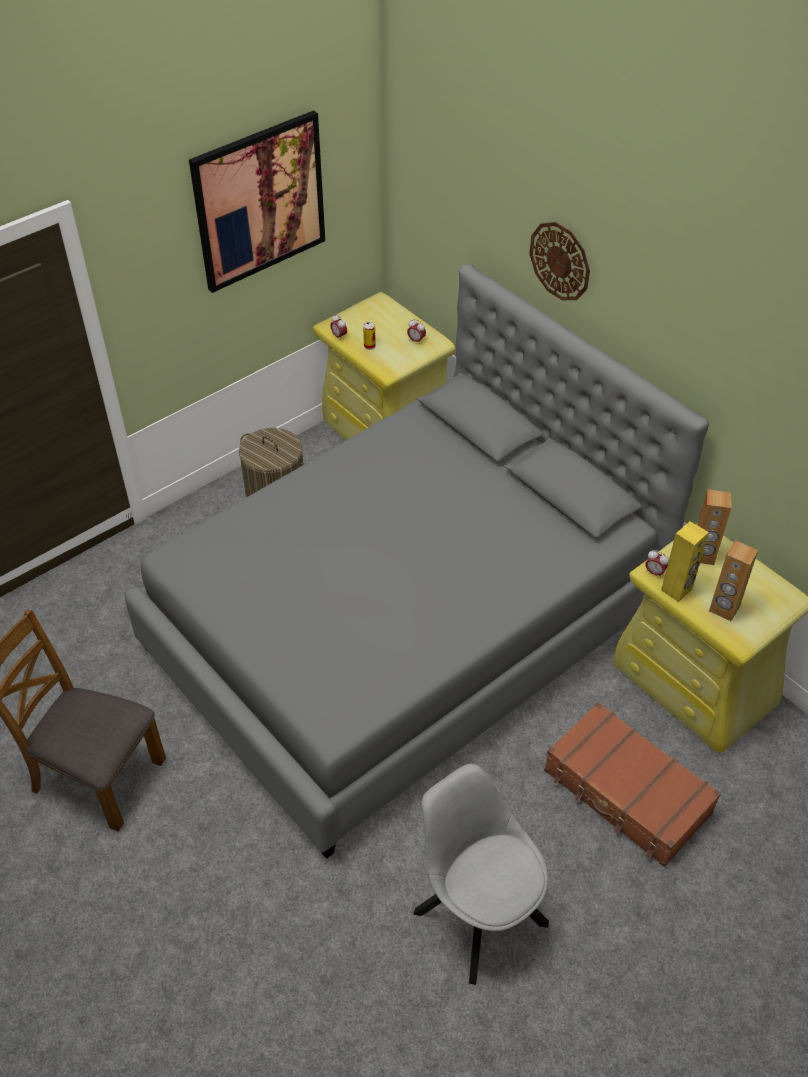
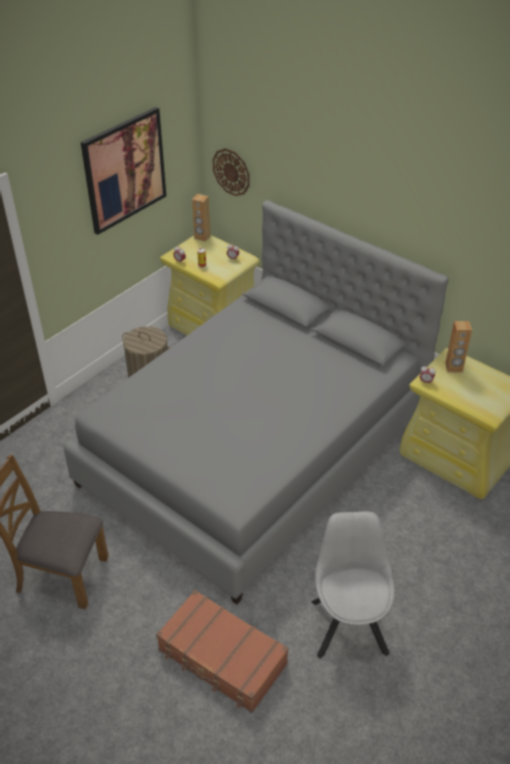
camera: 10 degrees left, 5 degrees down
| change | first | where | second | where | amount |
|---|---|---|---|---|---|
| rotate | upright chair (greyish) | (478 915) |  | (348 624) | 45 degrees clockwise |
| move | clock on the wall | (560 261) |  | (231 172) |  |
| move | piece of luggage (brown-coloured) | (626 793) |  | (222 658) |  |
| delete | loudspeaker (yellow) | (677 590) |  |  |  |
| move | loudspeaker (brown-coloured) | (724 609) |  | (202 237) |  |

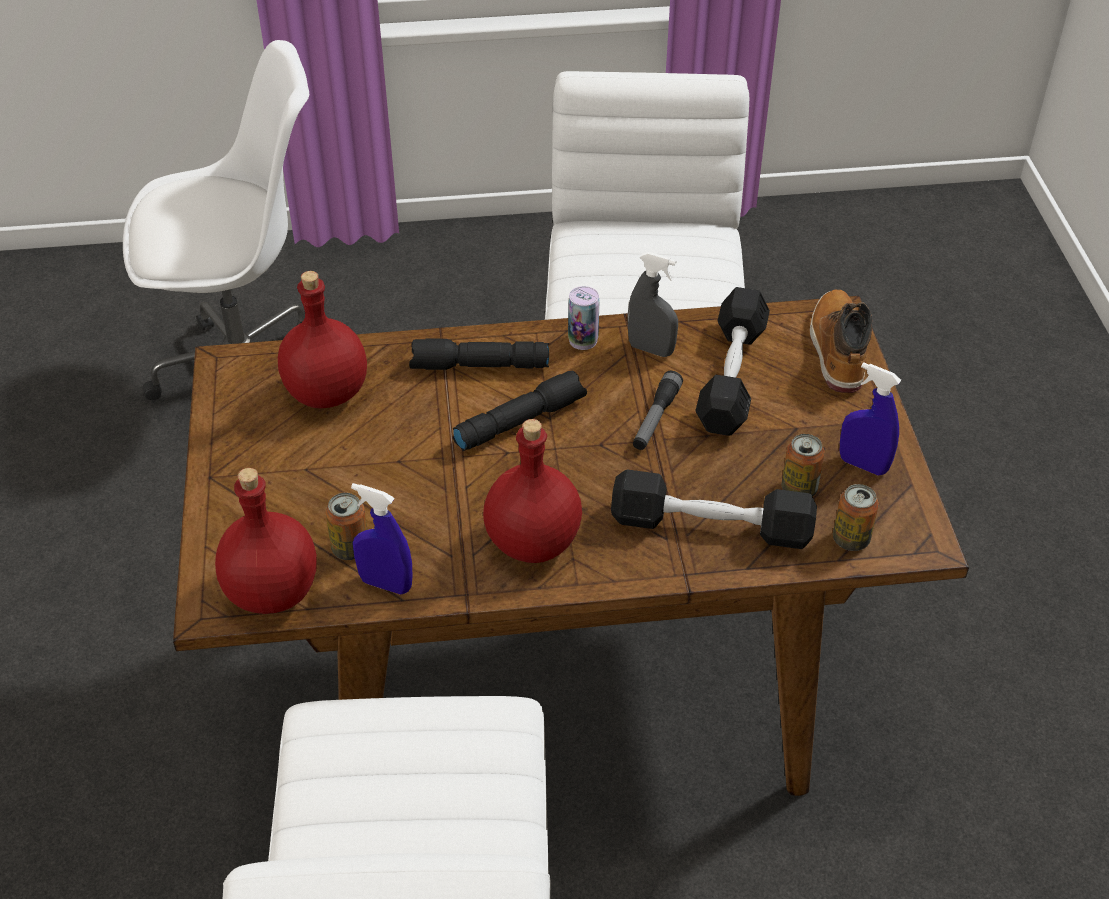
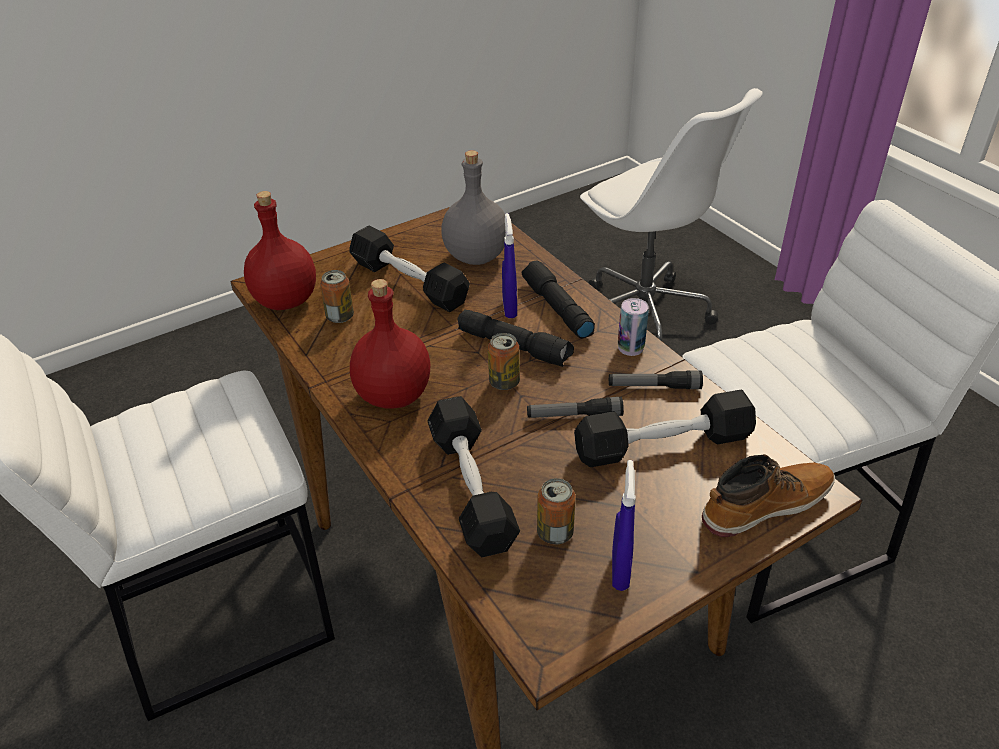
camera: 65 degrees right, 5 degrees down
| change | first | where | second | where | amount |
|---|---|---|---|---|---|
| recolor | beverage bottle (reddish) | (327 394) | beverage bottle (greyish) | (475 257) |  |
| move | hand sprayer (blue-coloured) | (386 584) |  | (509 308) |  |
| replace | hand sprayer (greyish) | (651 349) | hand torch | (654 386) |  |
| move | metal can | (850 539) |  | (504 382) |  |
| insert |  |  | free weight (black-coloured) | (409 282) |  |

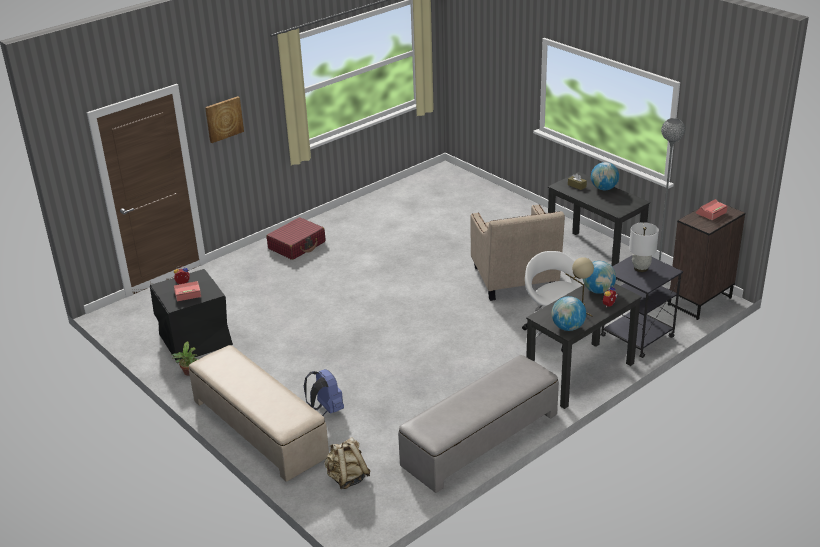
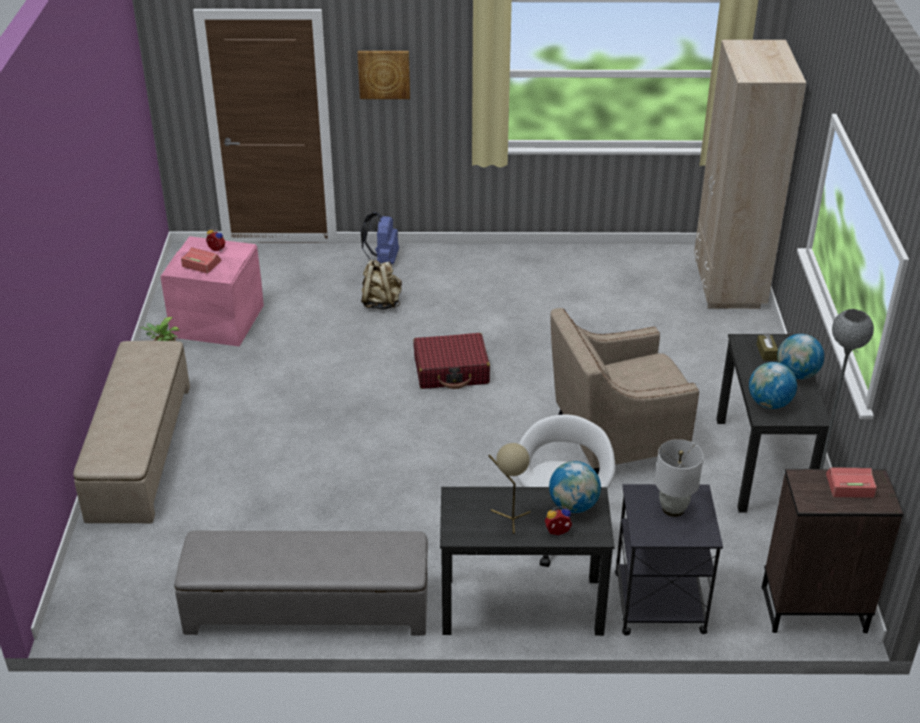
camera: 40 degrees right, 5 degrees up
| change | first | where | second | where | amount |
|---|---|---|---|---|---|
| recolor | storage bin (black-coloured) | (194 339) | storage bin (pinkish) | (217 320) |  |
| move | piece of luggage (reddish) | (297 245) |  | (451 371) |  |
| move | backpack (blue-coloured) | (326 410) |  | (383 260) |  |
| move | backpack (beige) | (347 478) |  | (381 303) |  |
| rotate | armchair (beige) | (514 279) |  | (617 439) | 45 degrees clockwise |
| move | world globe | (568 327) |  | (769 403) |  |
| insert |  |  | wardrobe (beige) | (728 285) |  |

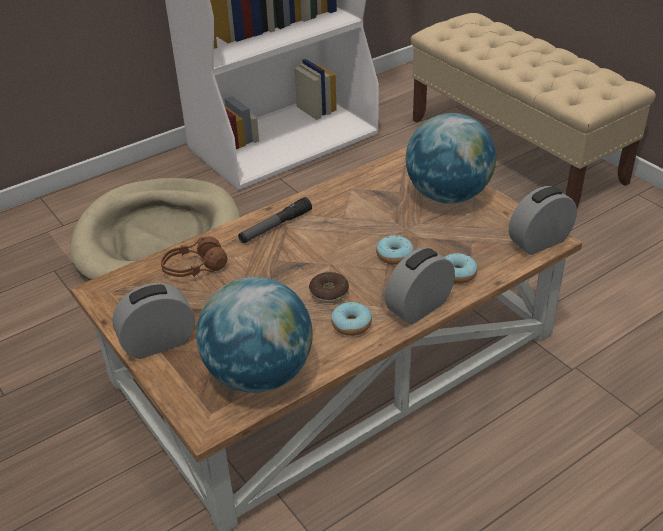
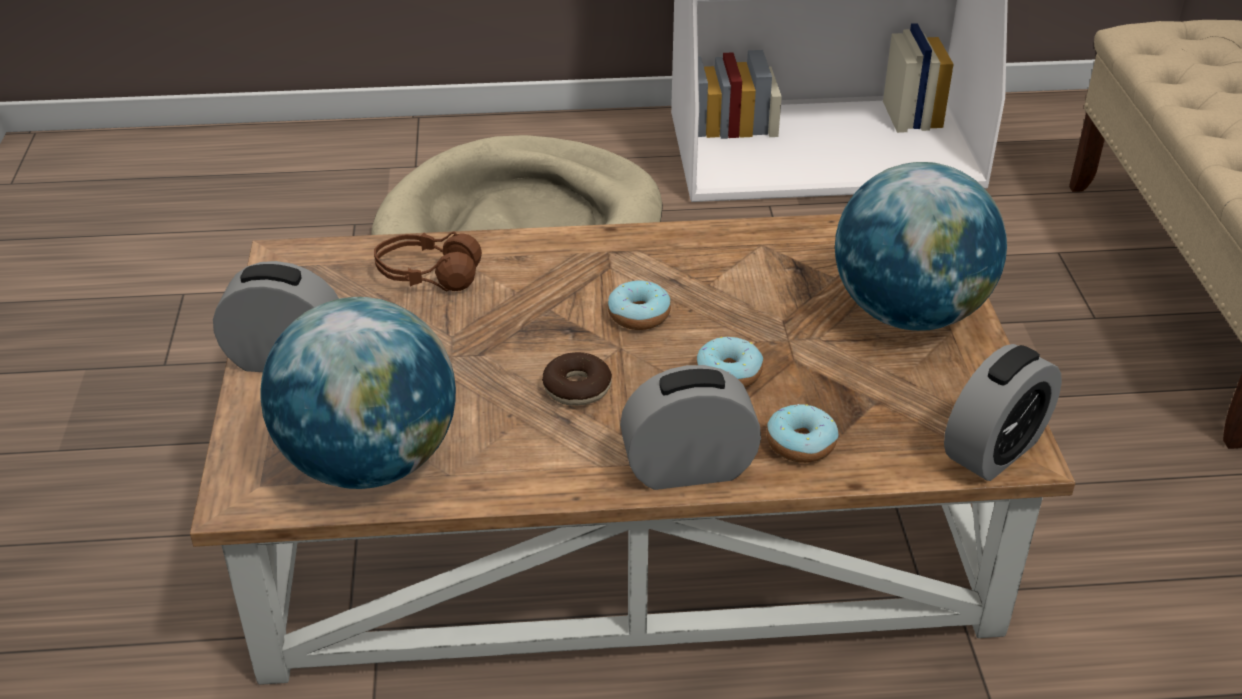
camera: 30 degrees right, 0 degrees up
| change | first | where | second | where | amount |
|---|---|---|---|---|---|
| delete | hand torch | (275 226) |  |  |  |
| move | donut | (351 324) |  | (639 315) |  |
| rotate | bedside clock | (539 242) |  | (994 450) | 135 degrees clockwise |

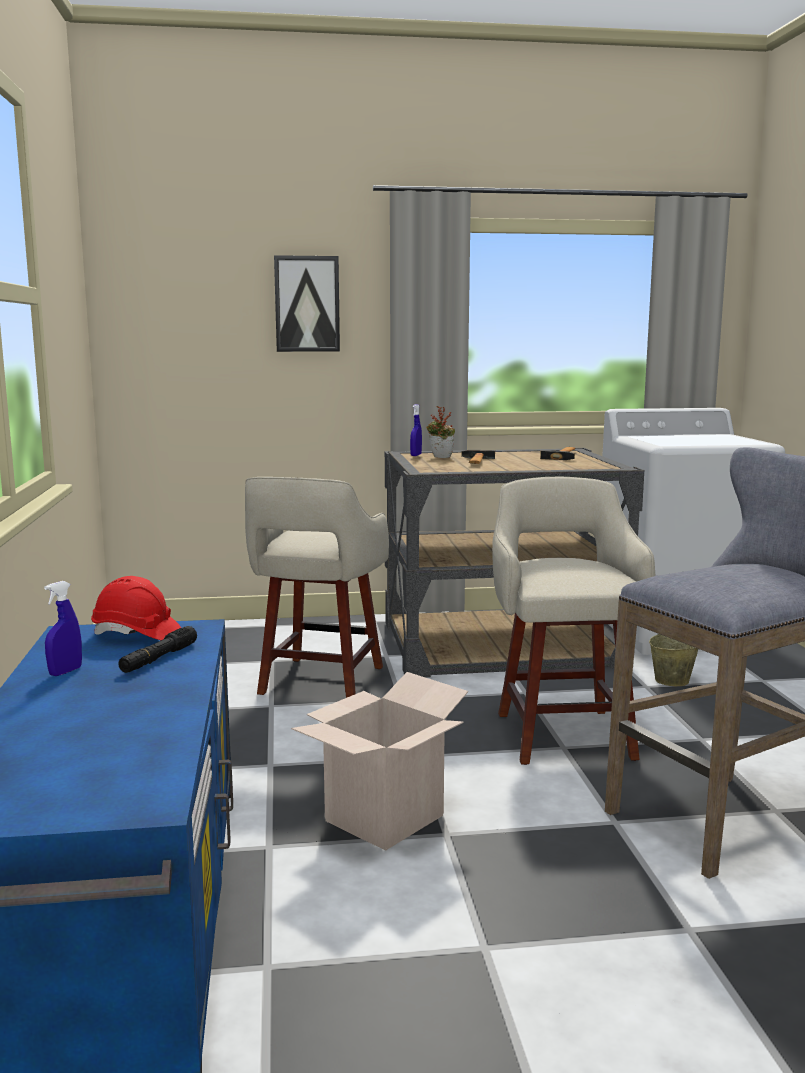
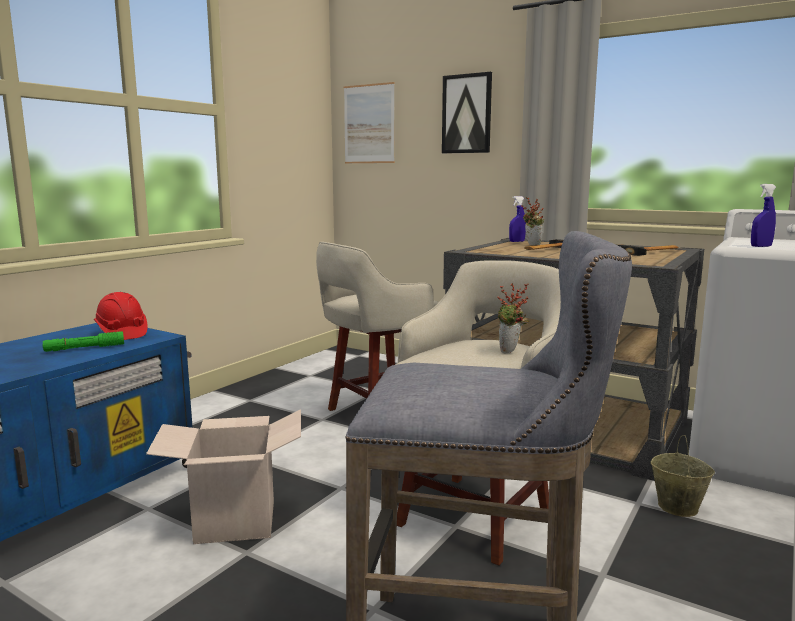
camera: 40 degrees right, 0 degrees up
| change | first | where | second | where | amount |
|---|---|---|---|---|---|
| move | hand sprayer (blue-coloured) | (65 672) |  | (761 246) |  |
| recolor | hand torch (black-coloured) | (159 658) | hand torch (greenish) | (84 348) |  |
| insert |  |  | wall art | (369 124) |  |
| insert |  |  | potted plant | (510 351) |  |

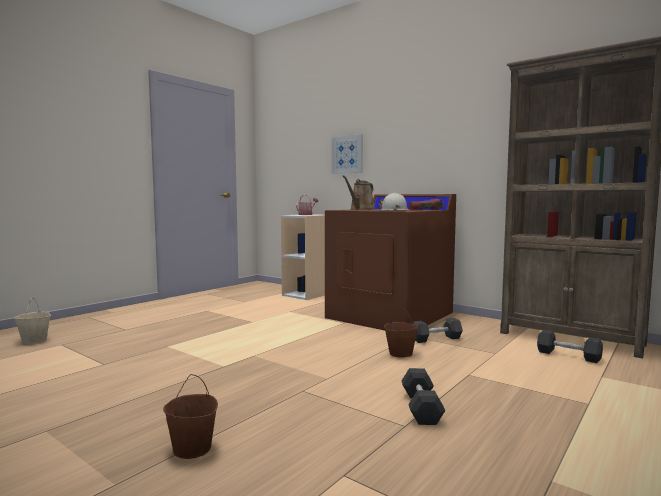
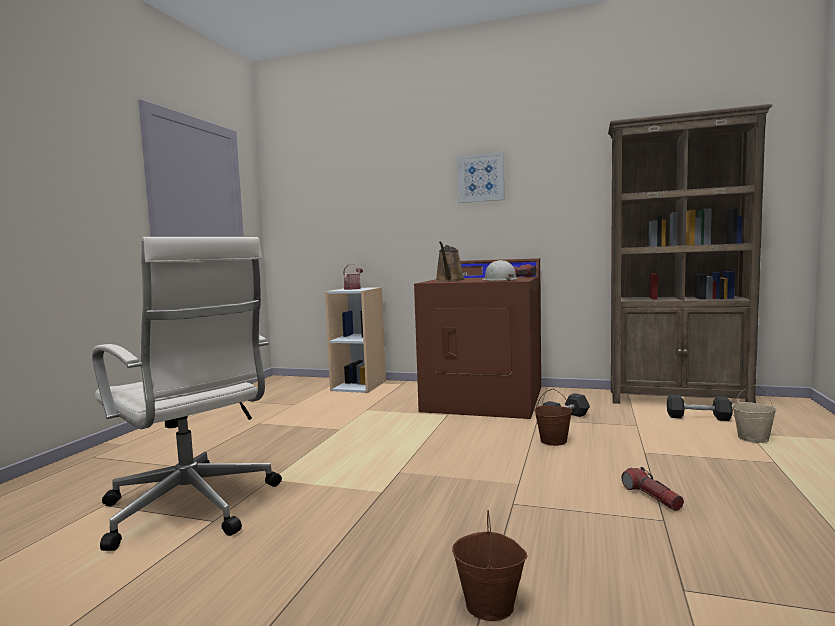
camera: 20 degrees left, 0 degrees up
| change | first | where | second | where | amount |
|---|---|---|---|---|---|
| move | water bucket (beige) | (34 340) |  | (753 438) |  |
| move | wall art | (347 154) |  | (481 178) |  |
| replace | free weight (black-coloured) | (421 408) | hand torch | (651 497) |  |
| insert |  |  | computer chair (white) | (192 508) |  |

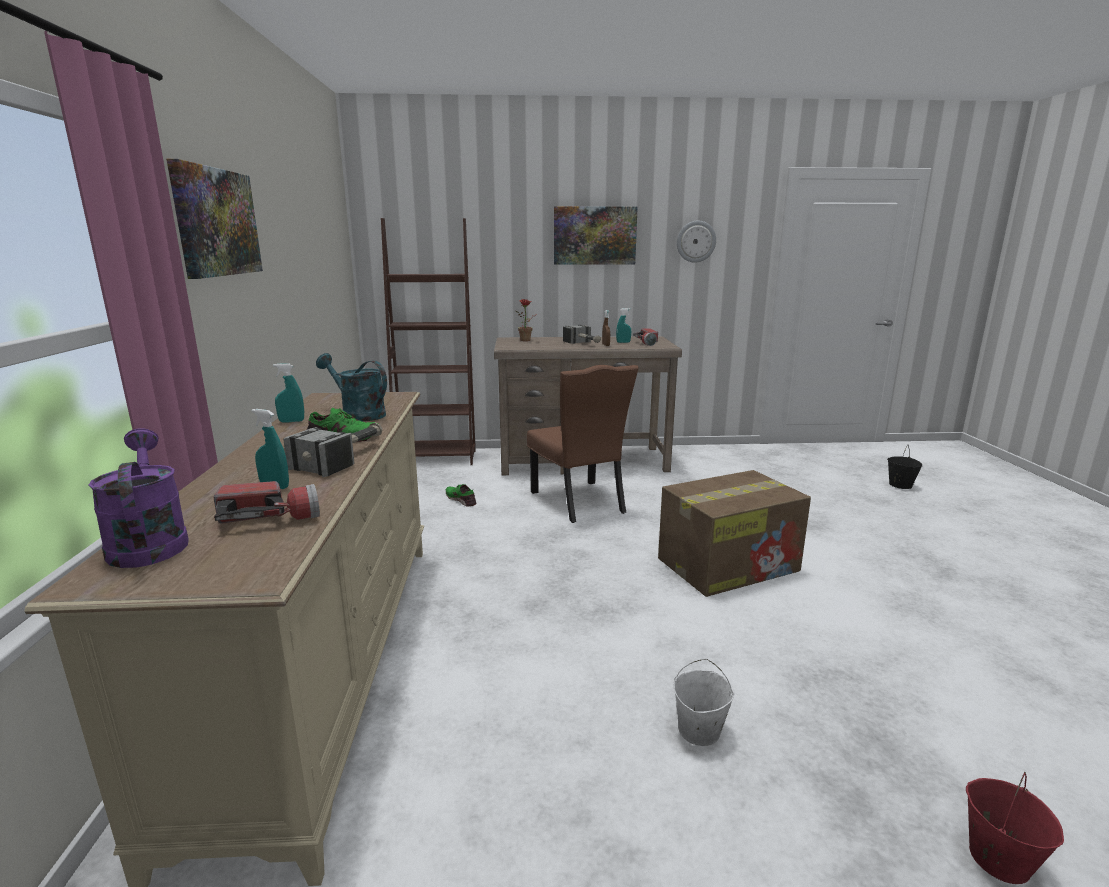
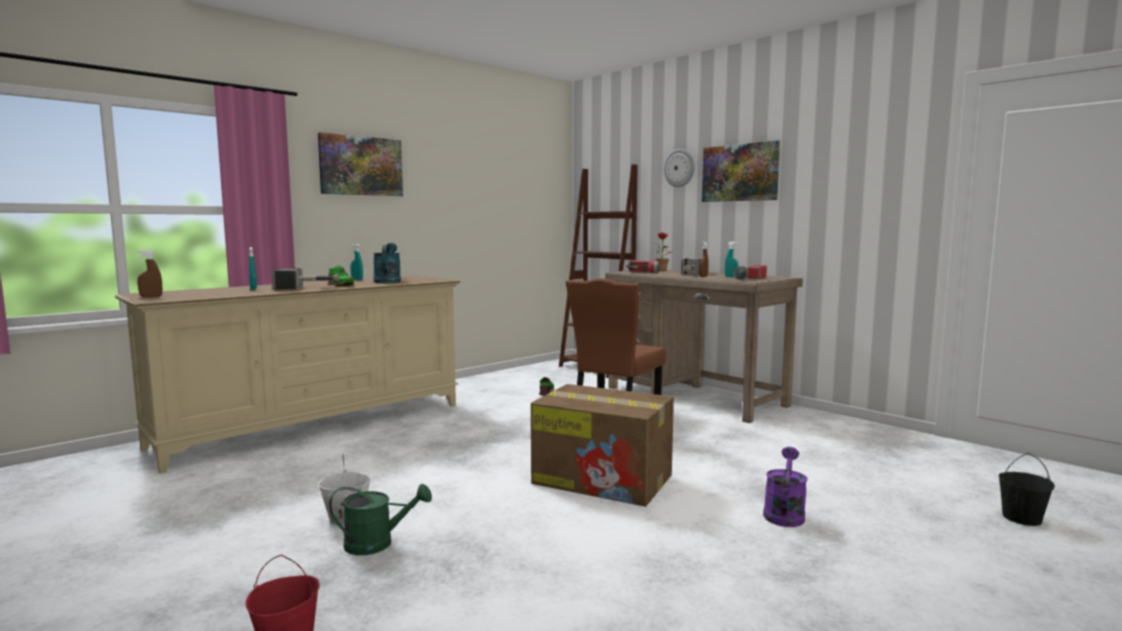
camera: 50 degrees right, 10 degrees down
| change | first | where | second | where | amount |
|---|---|---|---|---|---|
| move | watering pot (purple-coloured) | (148 542) |  | (784 513) |  |
| move | hand torch | (270 518) |  | (644 272) |  |
| move | clock on the wall | (696 241) |  | (679 168) |  |
| insert |  |  | hand sprayer (brown-coloured) | (151 296) |  |
| insert |  |  | watering pot (greenish) | (377 543) |  |

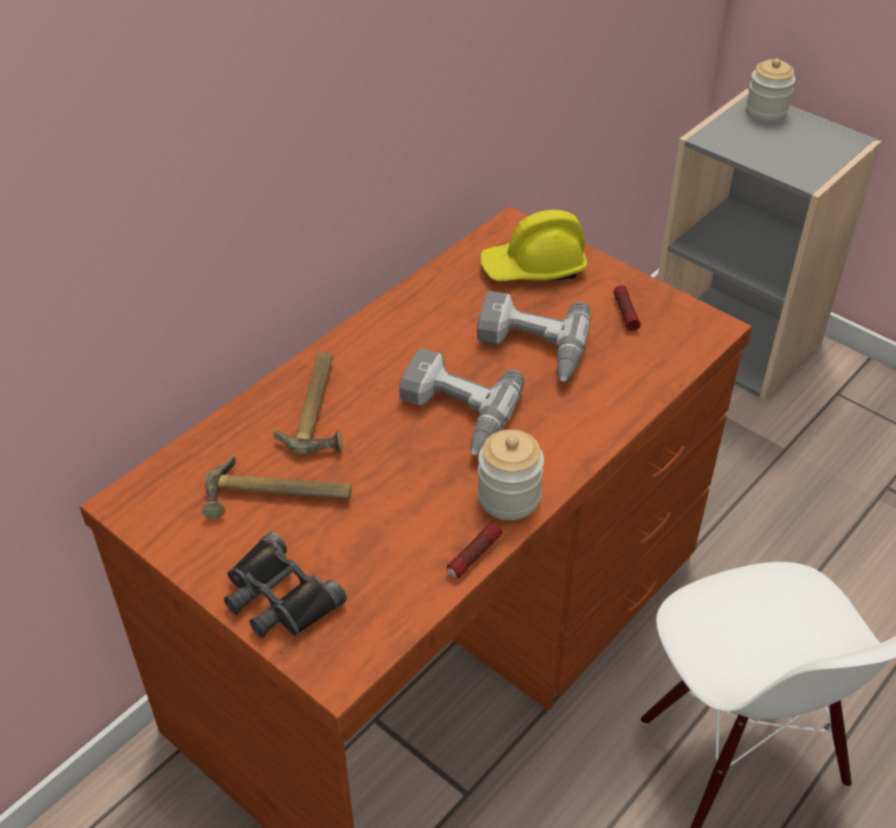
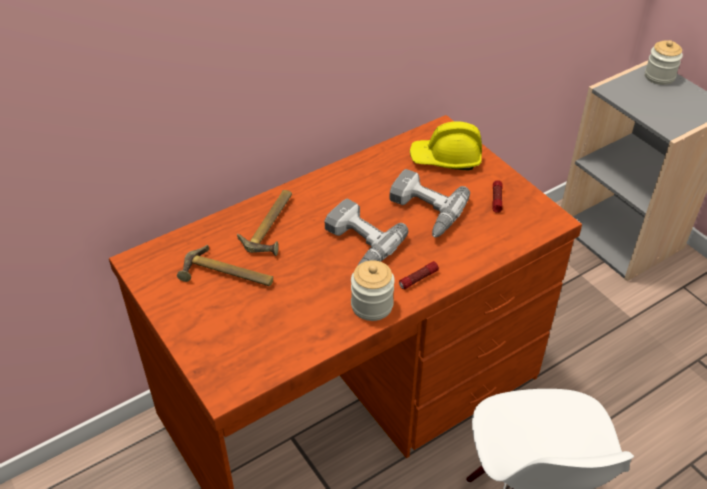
camera: 15 degrees right, 0 degrees up
| change | first | where | second | where | amount |
|---|---|---|---|---|---|
| delete | binoculars (black-coloured) | (278 597) |  |  |  |
| move | hand torch | (474 556) |  | (418 279) |  |

